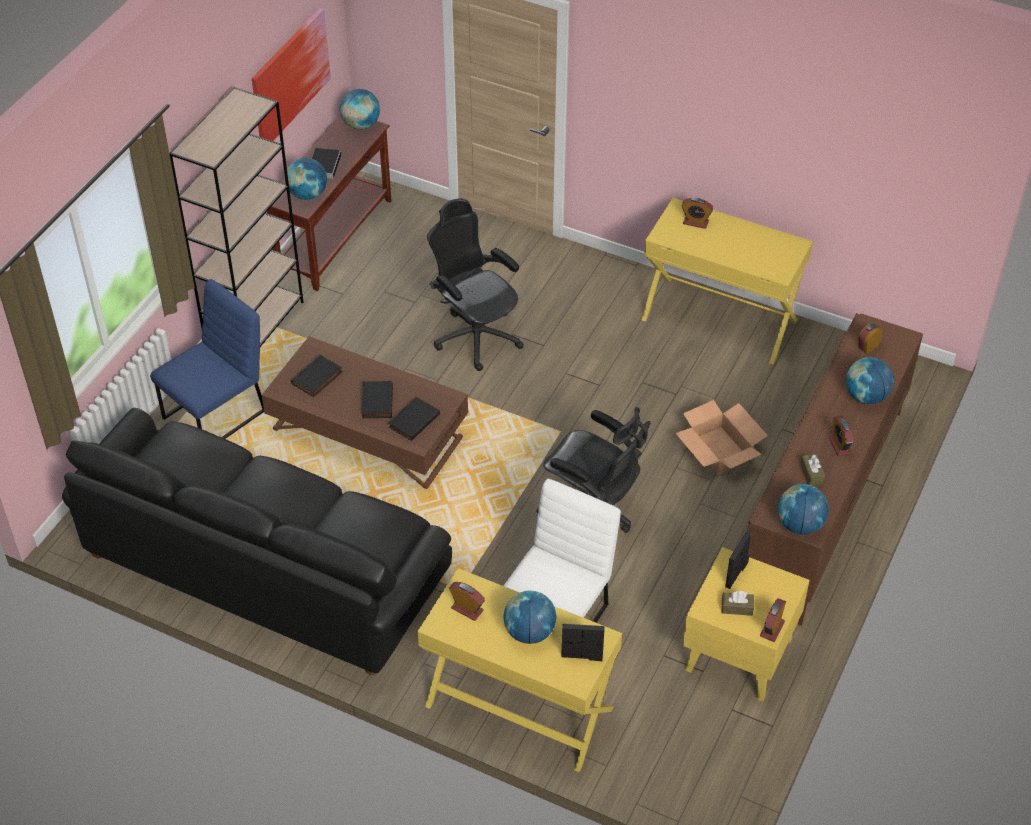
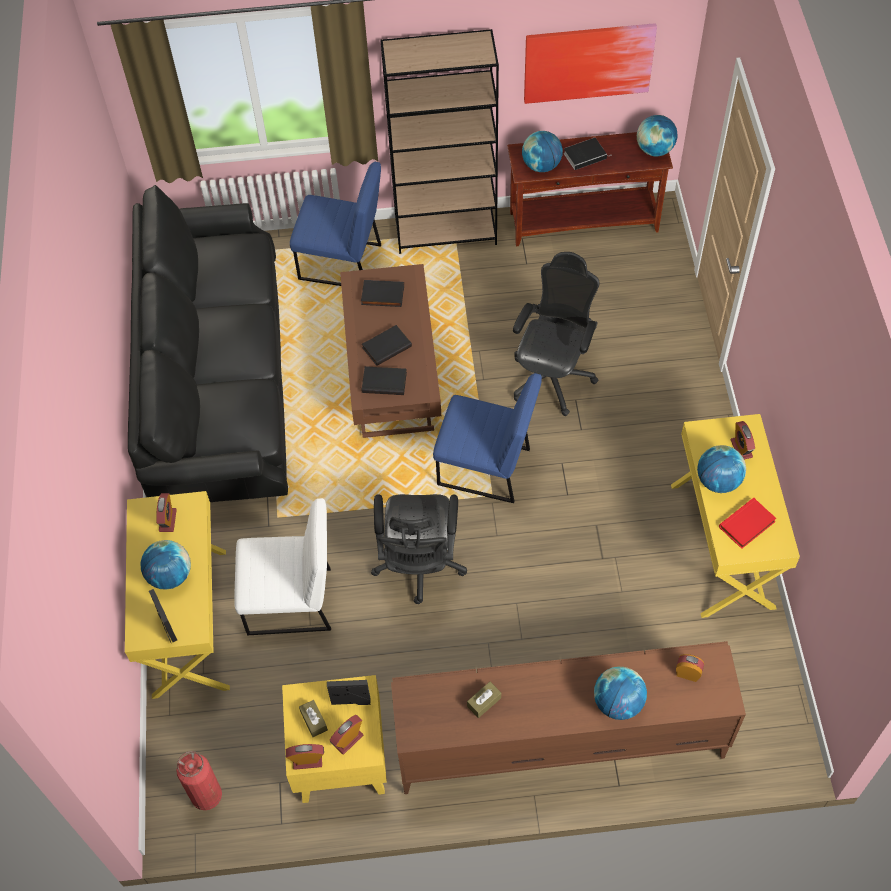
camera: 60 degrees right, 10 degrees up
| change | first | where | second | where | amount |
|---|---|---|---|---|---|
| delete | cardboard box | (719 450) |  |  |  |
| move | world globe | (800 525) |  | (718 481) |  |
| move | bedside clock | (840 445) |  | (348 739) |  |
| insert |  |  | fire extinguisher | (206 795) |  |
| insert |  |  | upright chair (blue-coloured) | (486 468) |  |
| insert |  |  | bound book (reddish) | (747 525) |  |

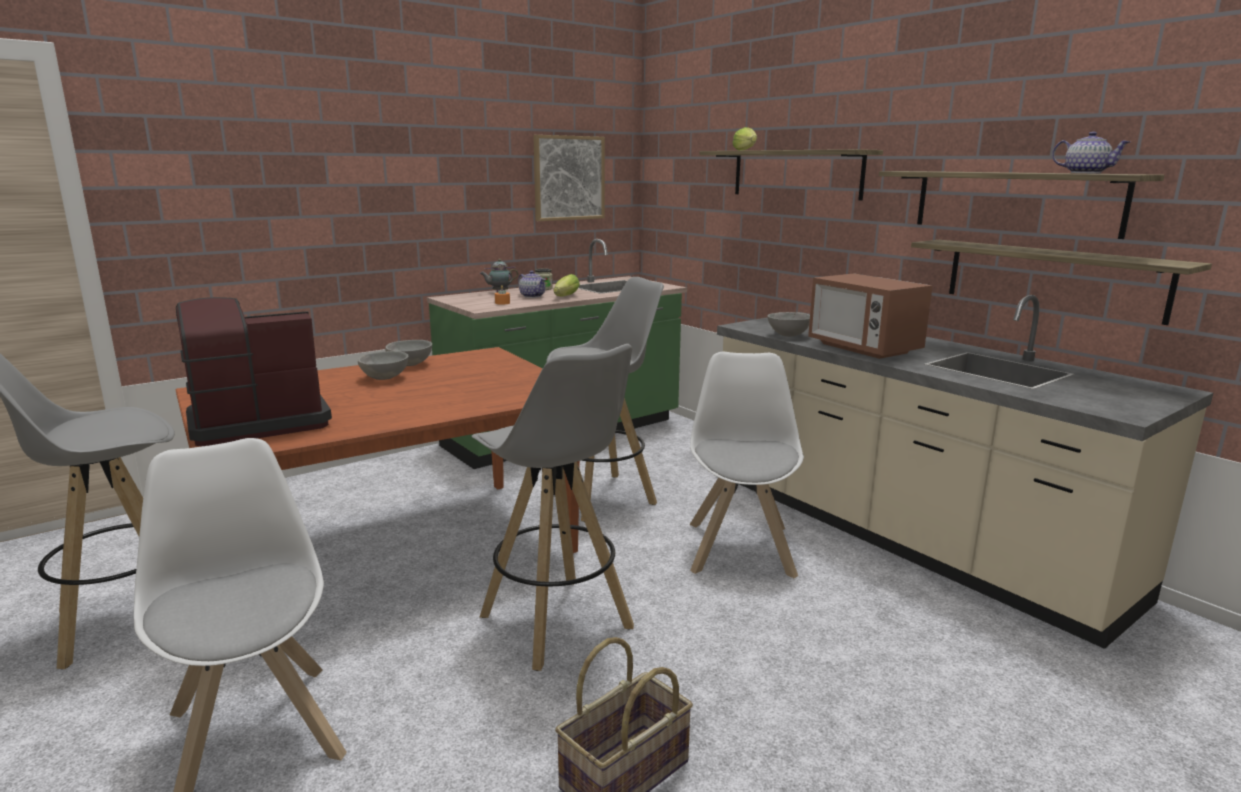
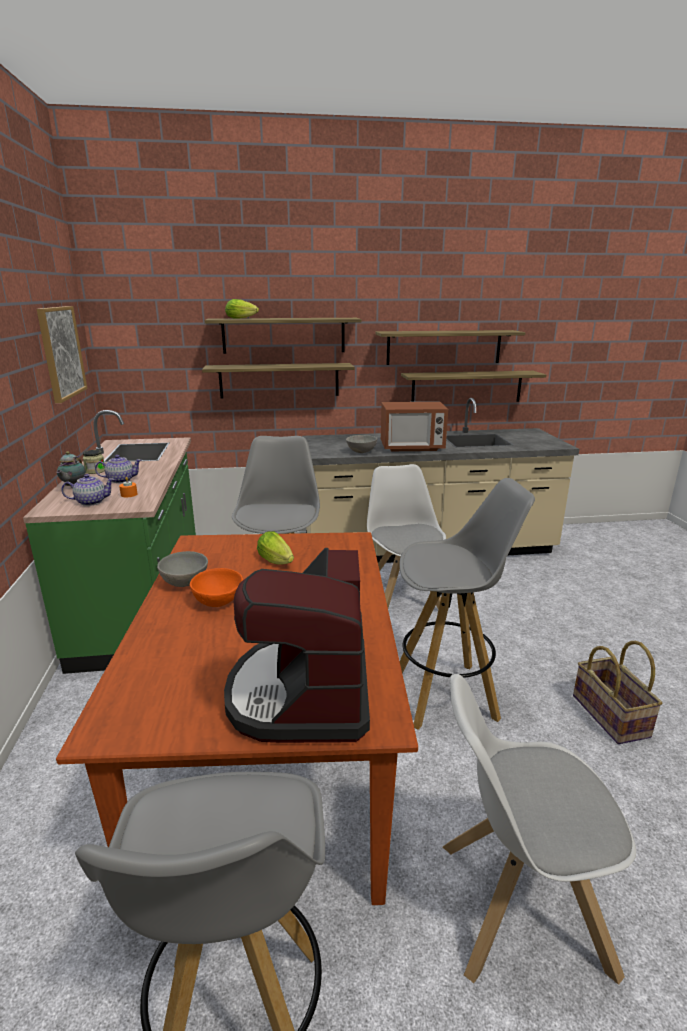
camera: 60 degrees left, 5 degrees up
| change | first | where | second | where | amount |
|---|---|---|---|---|---|
| recolor | deep dish (greyish) | (385 378) | deep dish (orangey) | (219 601) |  |
| move | lettuce head | (564 297) |  | (277 561) |  |
| rotate | upright chair | (740 547) |  | (402 596) | 45 degrees clockwise |
| move | teapot | (1085 173) |  | (91 502) |  |
| insert |  |  | wall shelf | (279 380) |  |

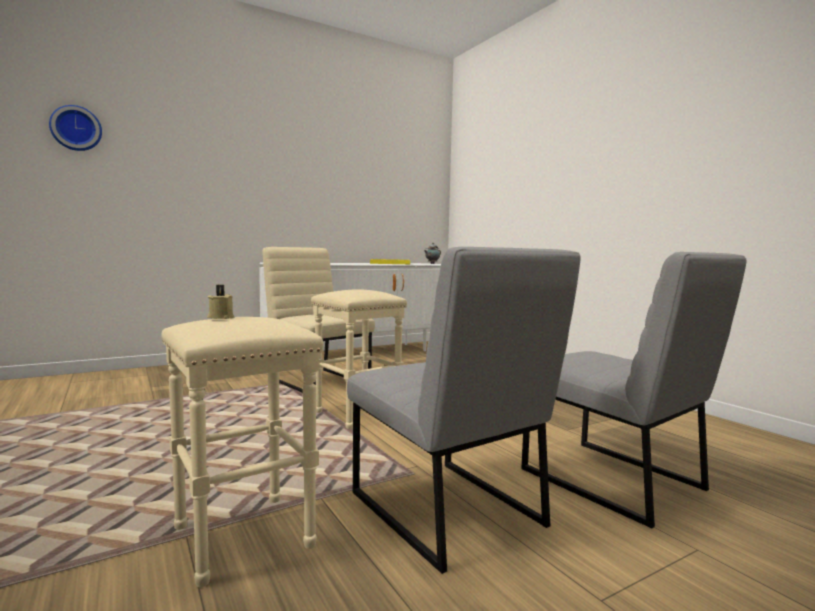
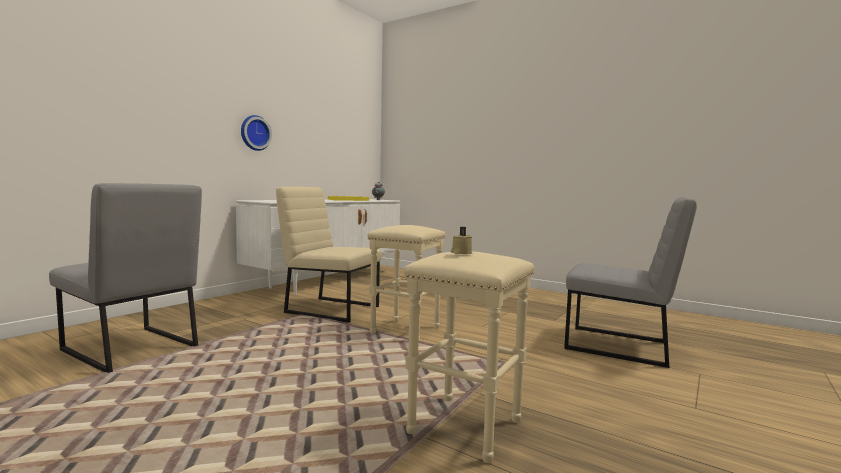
camera: 25 degrees left, 0 degrees up
| change | first | where | second | where | amount |
|---|---|---|---|---|---|
| move | clock on the wall | (76 129) |  | (254 133) |  |
| move | upright chair (greyish) | (448 511) |  | (131 349) |  |

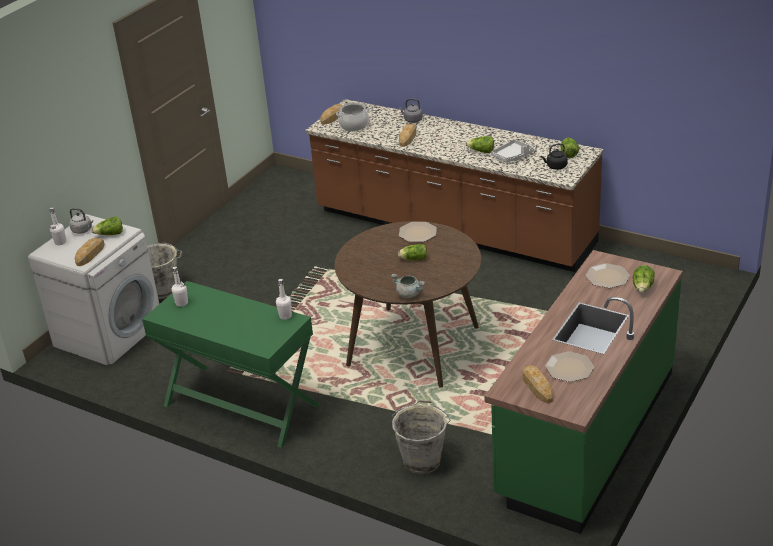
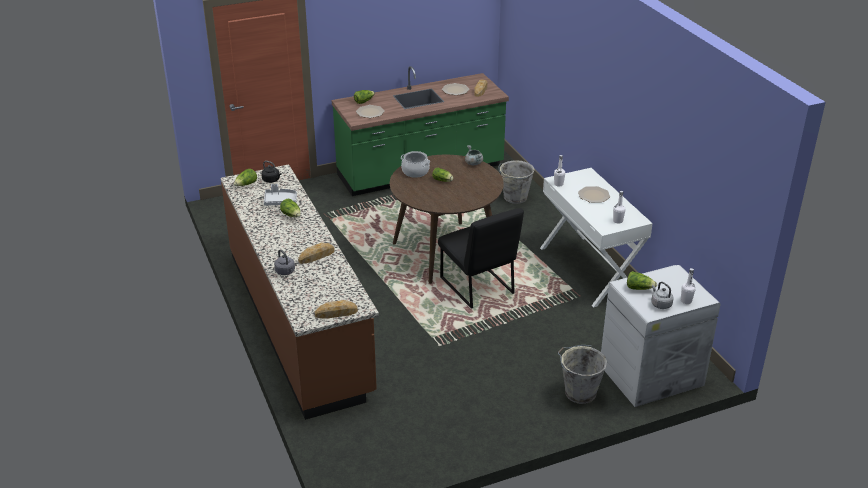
camera: 145 degrees left, 0 degrees up
| change | first | where | second | where | amount |
|---|---|---|---|---|---|
| delete | bakery bread | (90 254) |  |  |  |
| recolor | desk table (greenish) | (240 405) | desk table (white) | (589 270) |  |
| move | cooking pot | (354 125) |  | (415 172) |  |
| move | dinner plate | (418 233) |  | (593 195) |  |
| insert |  |  | upright chair (black-coloured) | (477 287) |  |

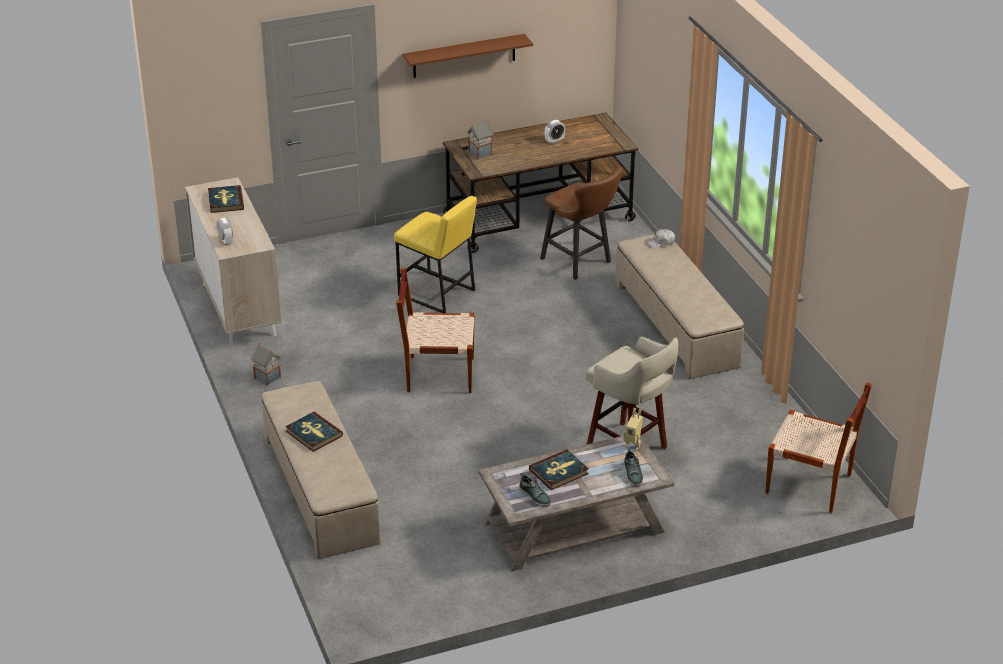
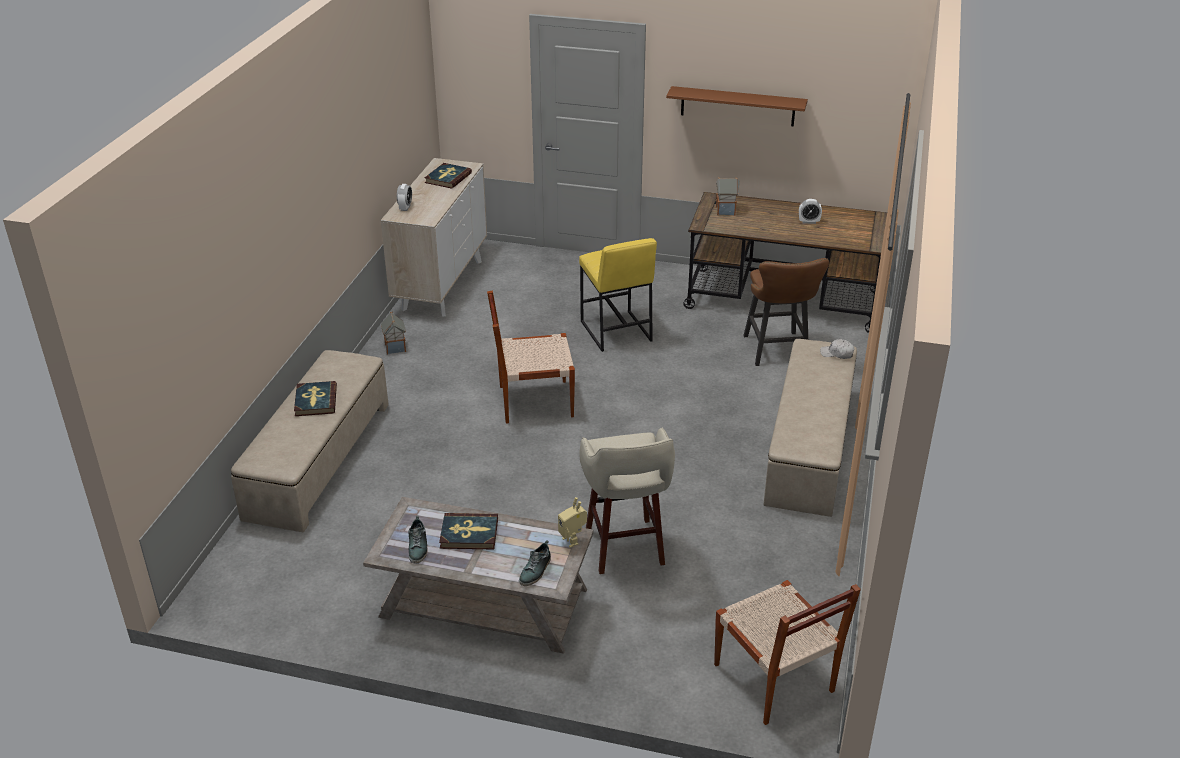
camera: 35 degrees right, 0 degrees up
| change | first | where | second | where | amount |
|---|---|---|---|---|---|
| rotate | upright chair | (438 374) |  | (533 402) | 45 degrees counterclockwise |

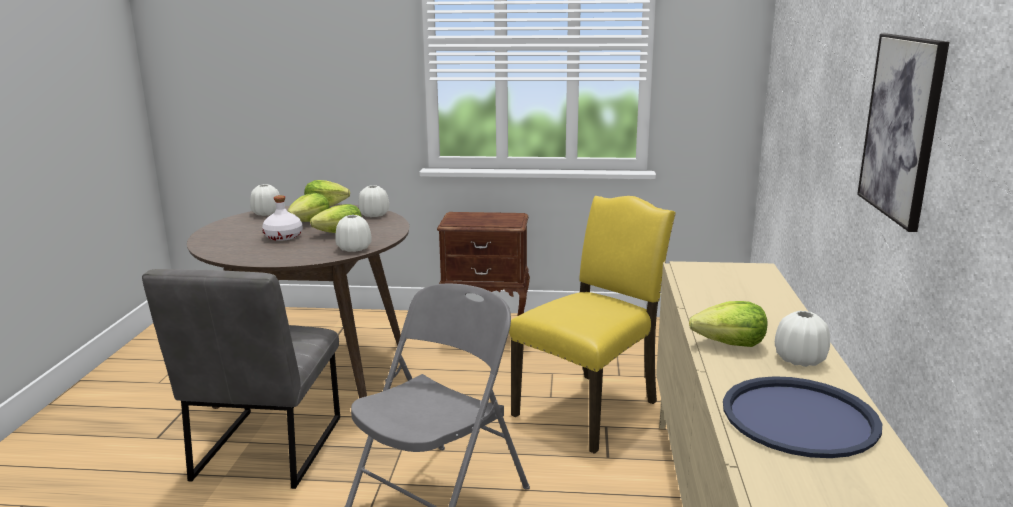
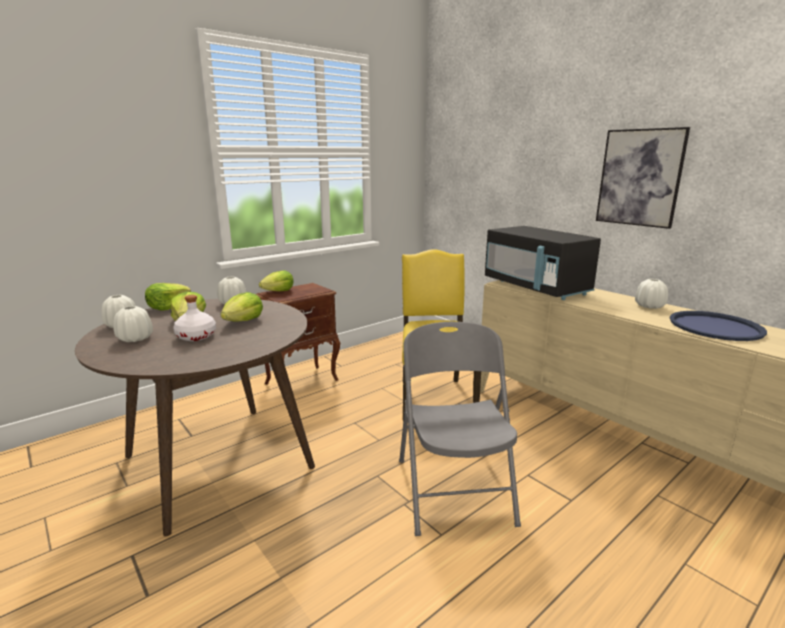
camera: 45 degrees left, 0 degrees up
| change | first | where | second | where | amount |
|---|---|---|---|---|---|
| delete | upright chair (greyish) | (265 450) |  |  |  |
| move | decorative vase (white) | (354 249) |  | (135 338) |  |
| move | lettuce head | (730 344) |  | (278 291) |  |
| insert |  |  | microwave (black-coloured) | (536 288) |  |

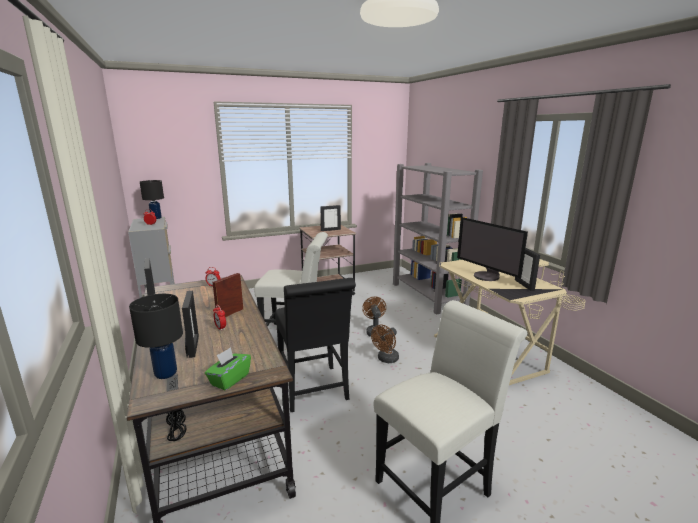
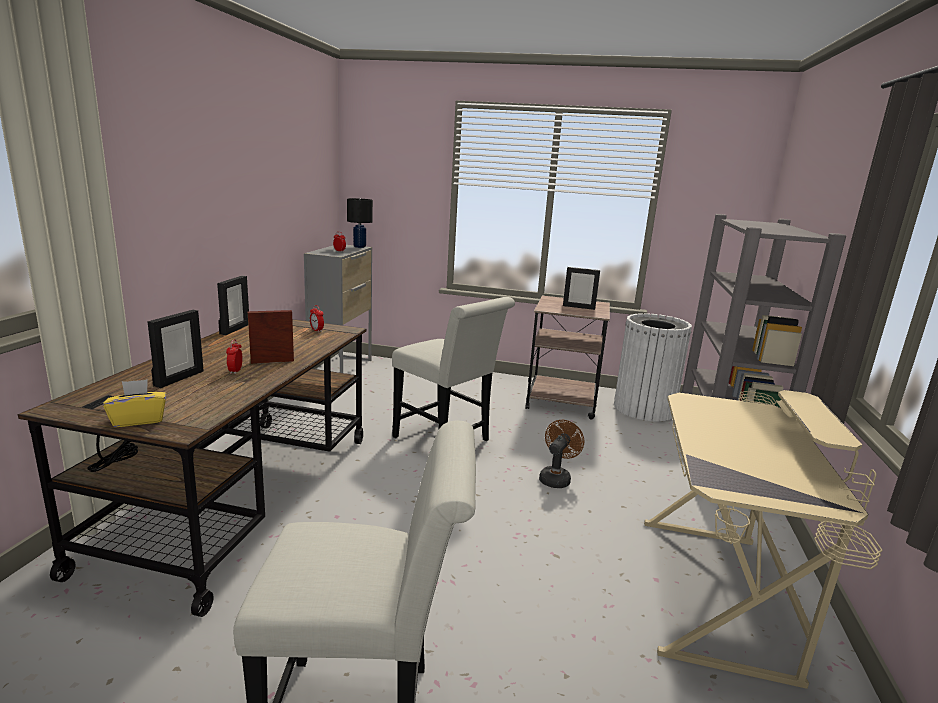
camera: 35 degrees right, 0 degrees up
| change | first | where | second | where | amount |
|---|---|---|---|---|---|
| delete | table lamp (black-coloured) | (165 374) |  |  |  |
| recolor | tissue holder (greenish) | (229 379) | tissue holder (yellow) | (139 420) |  |
| delete | upright chair (black-coloured) | (314 391) |  |  |  |
| delete | electric fan (brown-coloured) | (386 359) |  |  |  |
| delete | monitor | (487 276) |  |  |  |
| delete | standing frame | (525 285) |  |  |  |
| insert |  |  | rubbish bin (white) | (644 408) |  |

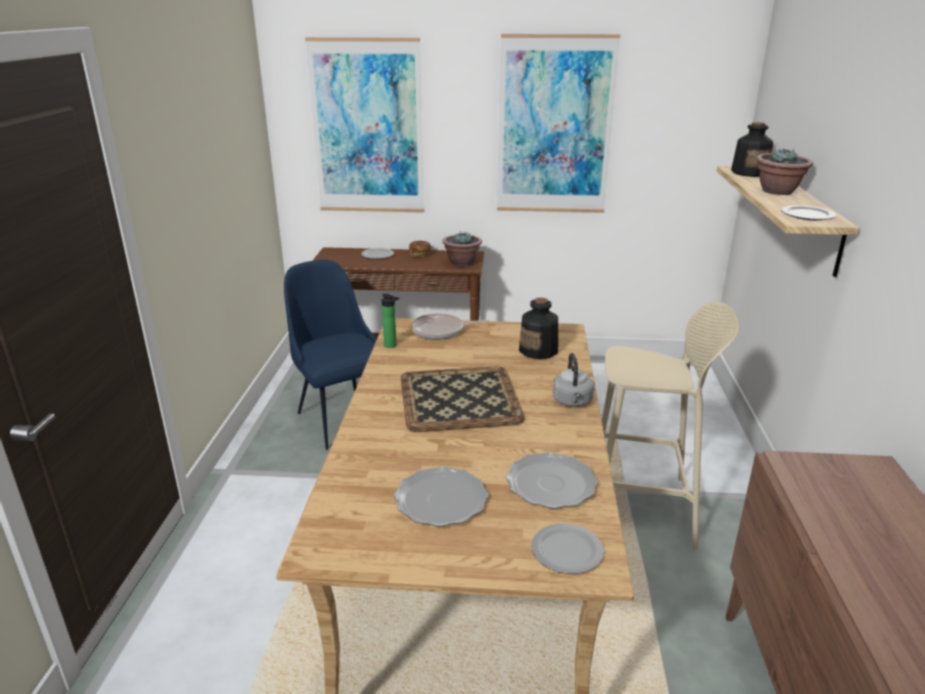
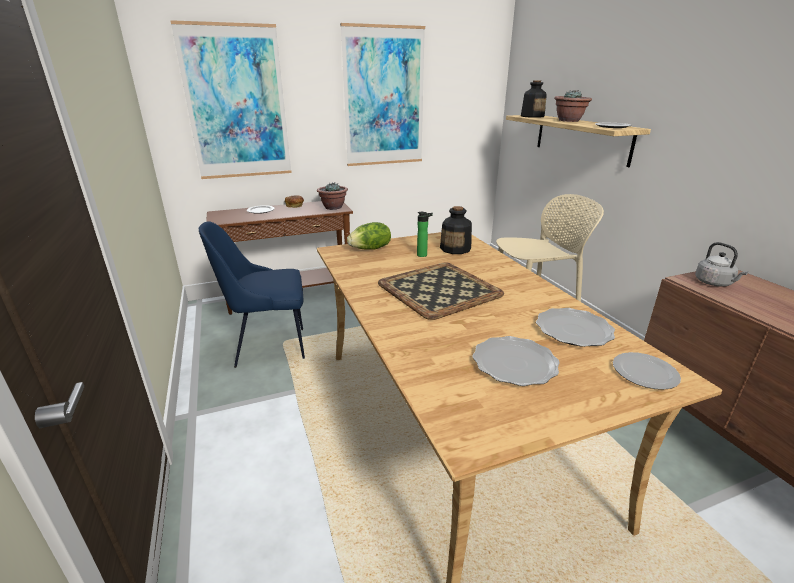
camera: 25 degrees left, 0 degrees up
| change | first | where | second | where | amount |
|---|---|---|---|---|---|
| rotate | upright chair (blue-coloured) | (341 420) |  | (270 347) | 45 degrees counterclockwise |
| move | beverage bottle | (392 346) |  | (423 255) |  |
| replace | pan | (441 331) | lettuce head | (371 249) |  |
| move | tea kettle (greyish) | (572 402) |  | (714 283) |  |

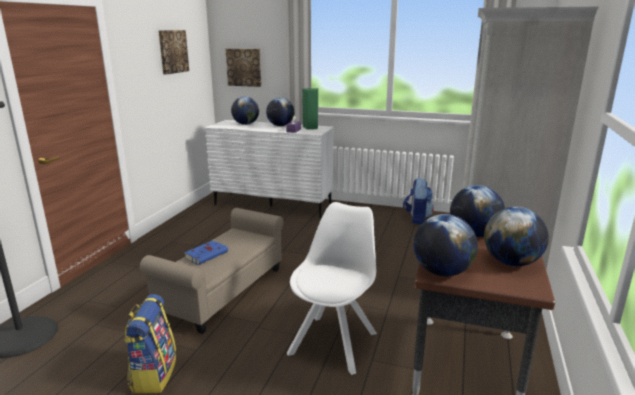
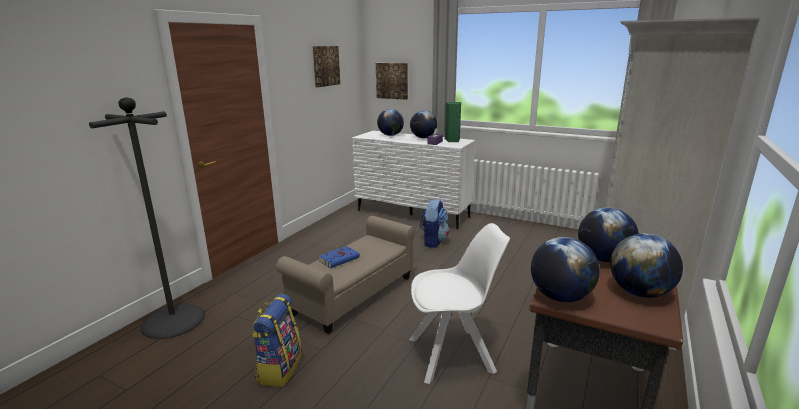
camera: 10 degrees right, 0 degrees up
| change | first | where | second | where | amount |
|---|---|---|---|---|---|
| rotate | upright chair (white) | (334 341) |  | (453 355) | 45 degrees clockwise |
| move | backpack | (417 219) |  | (433 241) |  |

